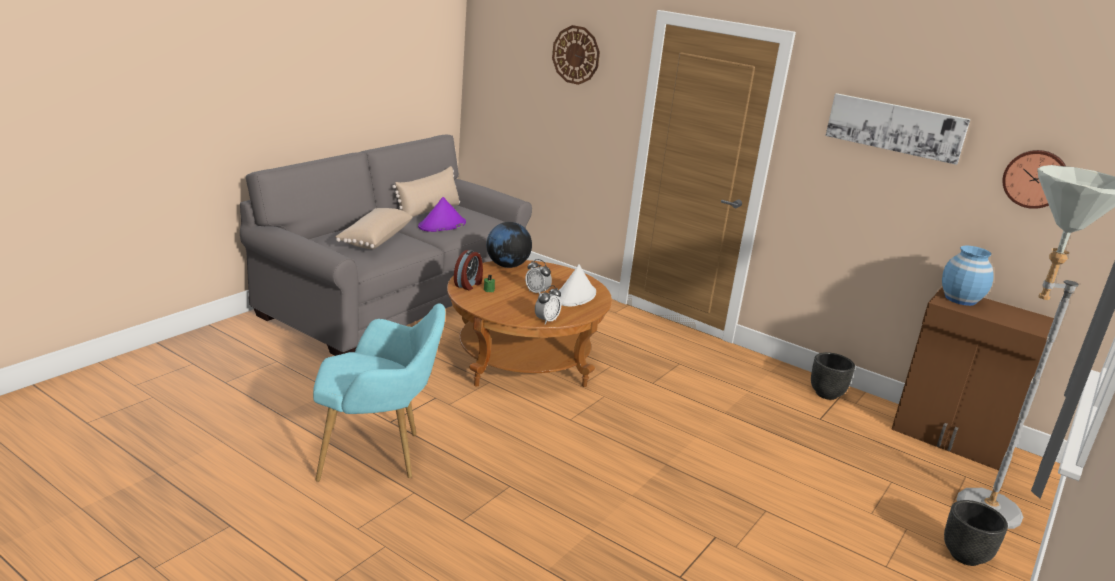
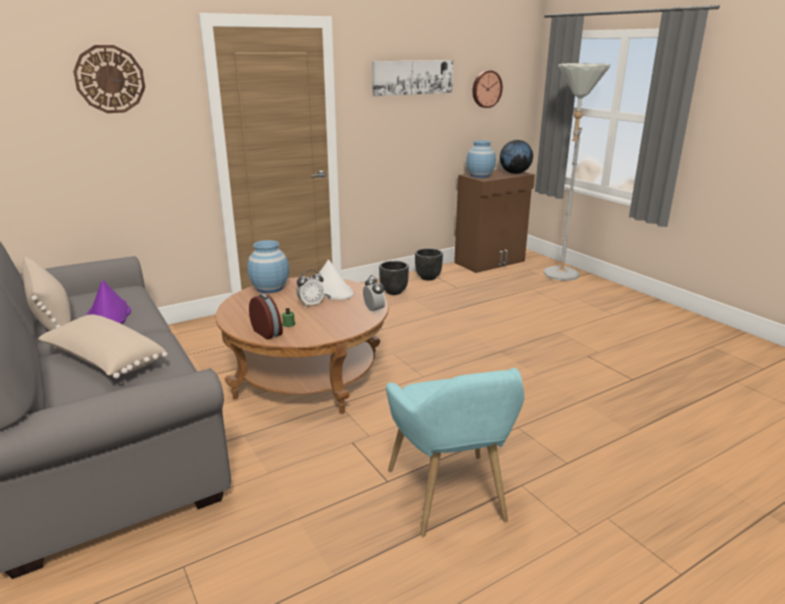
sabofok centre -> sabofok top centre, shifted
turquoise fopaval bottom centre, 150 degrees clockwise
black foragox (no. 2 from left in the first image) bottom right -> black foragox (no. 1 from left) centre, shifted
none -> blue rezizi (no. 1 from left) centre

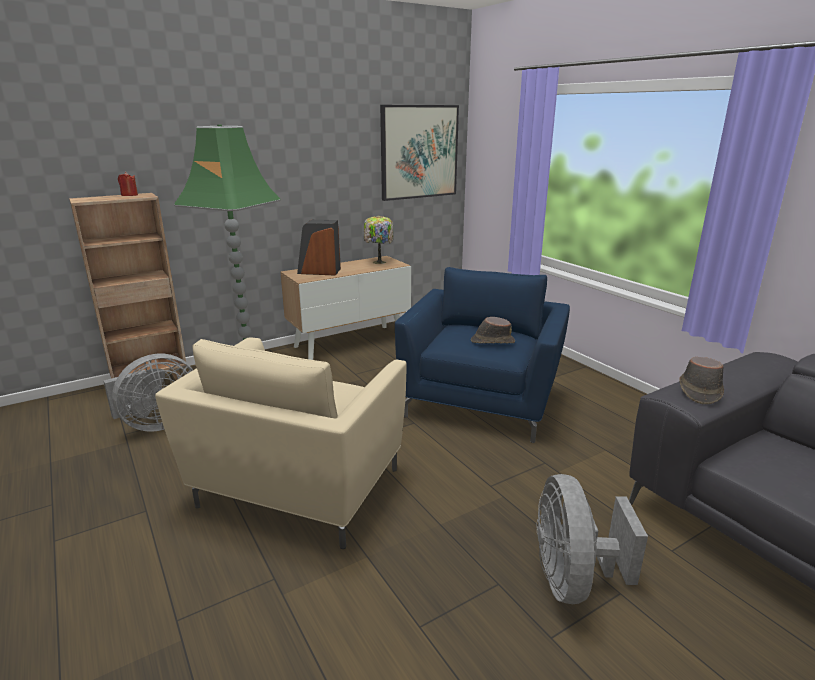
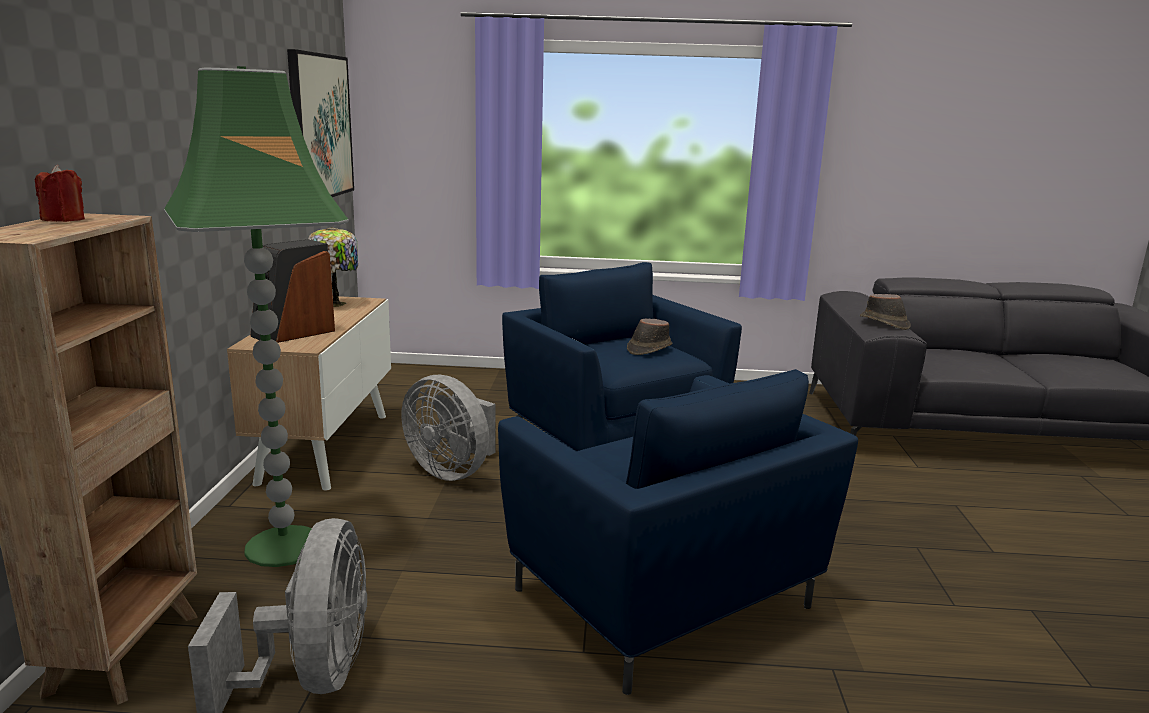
beige fopaval centre -> blue fopaval (no. 2 from left) bottom centre
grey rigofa (no. 2 from left) bottom right -> grey rigofa (no. 2 from left) centre, shifted

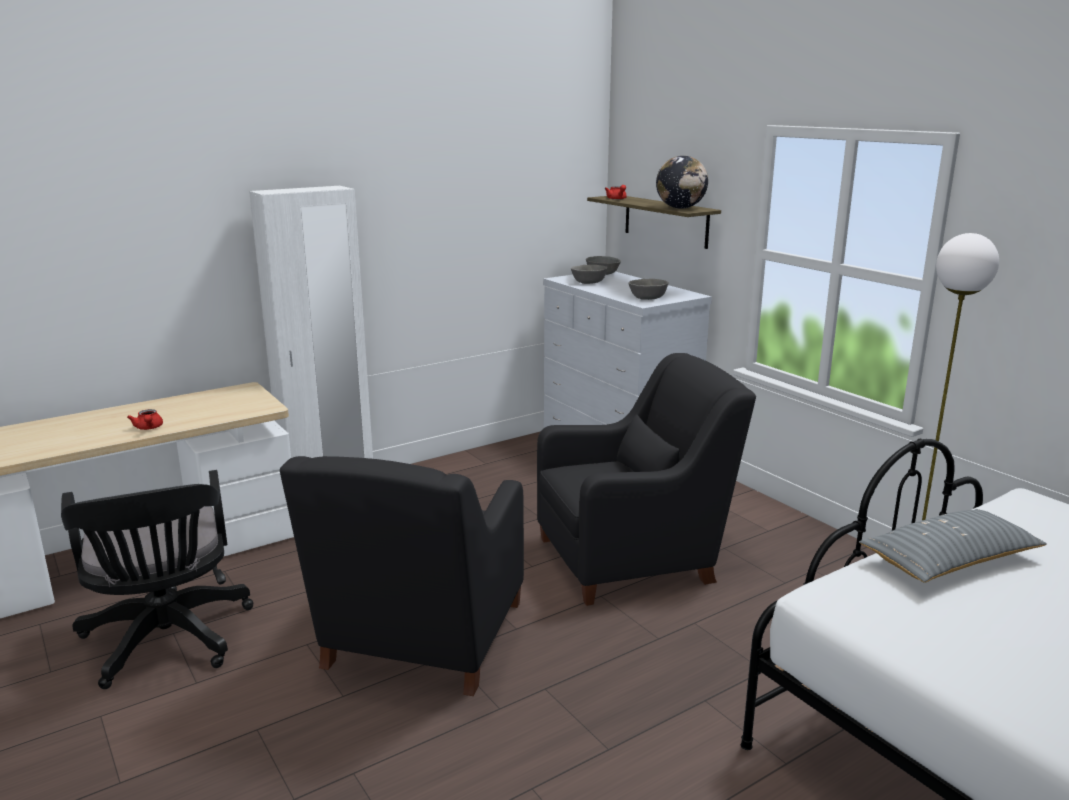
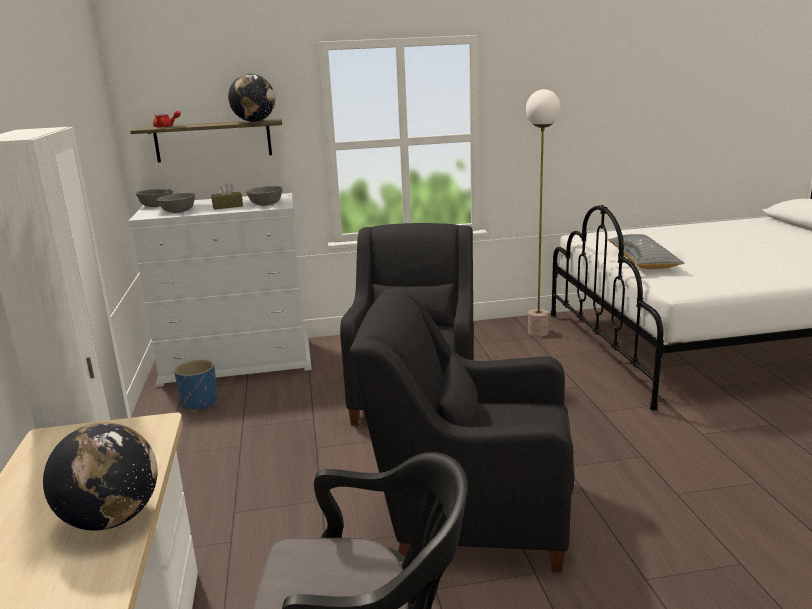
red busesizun (no. 1 from left) middle left -> sabofok (no. 1 from left) bottom left
black fopaval (no. 1 from left in the first image) bottom centre -> black fopaval (no. 2 from left) bottom centre, 150 degrees clockwise
none -> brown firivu top left
none -> blue foragox middle left

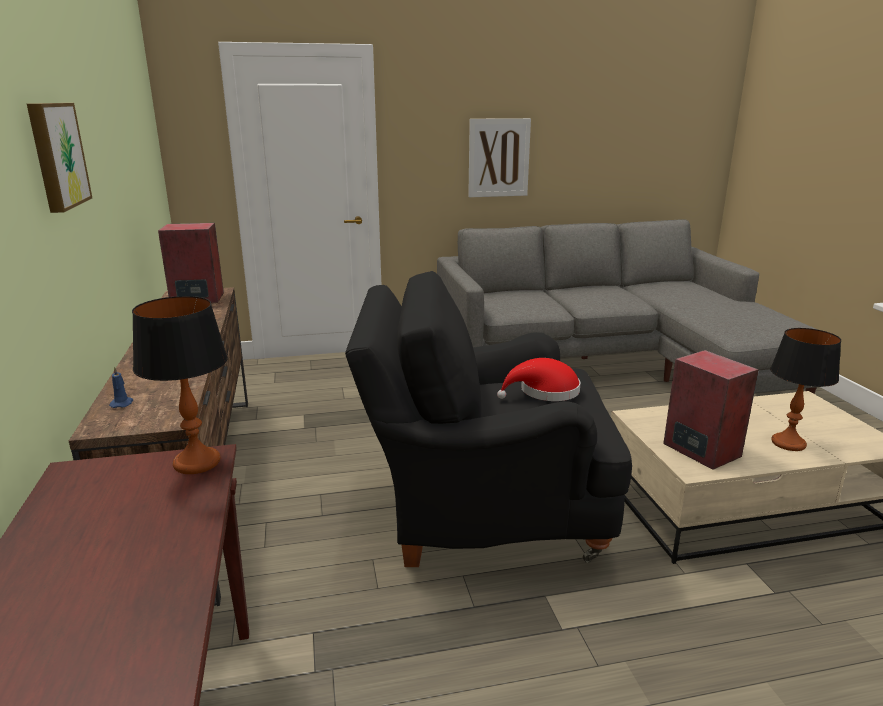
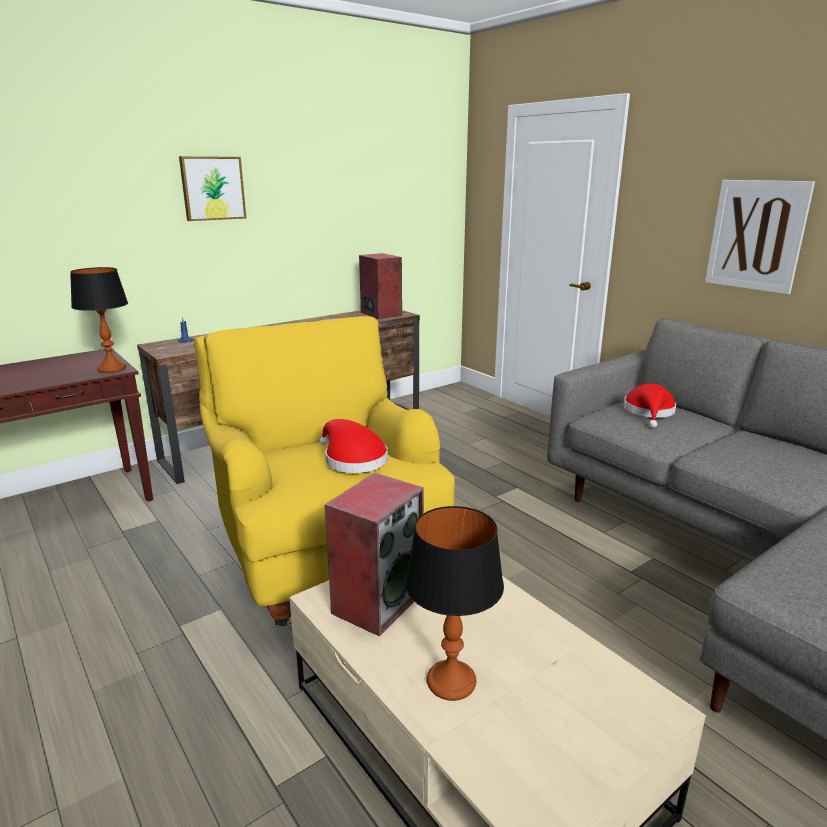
black fopaval centre -> yellow fopaval centre
none -> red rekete (no. 2 from left) middle right

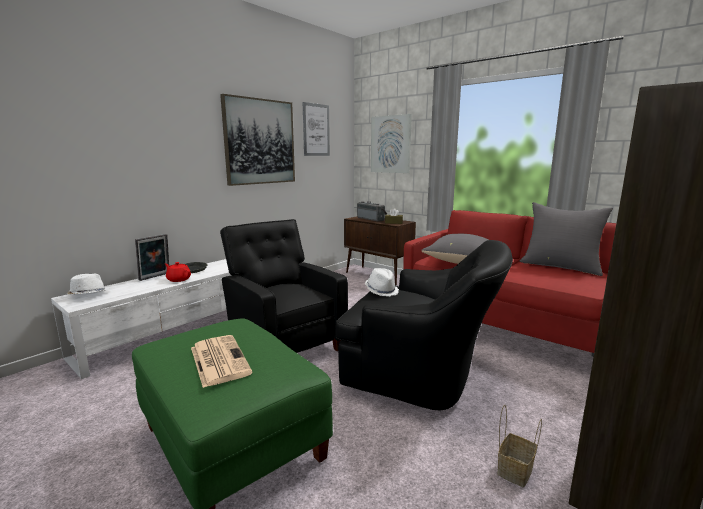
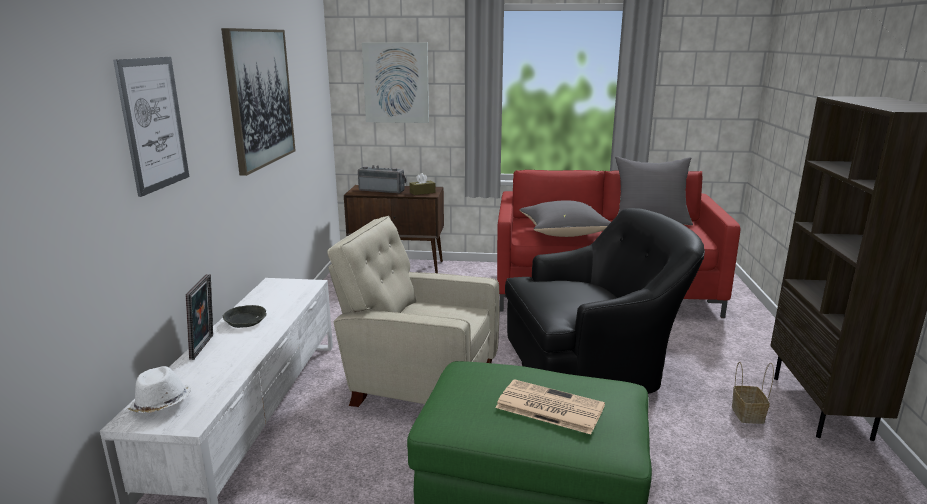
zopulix (no. 2 from left in the first image) top centre -> zopulix (no. 1 from left) top left, shifted
black fopaval (no. 1 from left) centre -> beige fopaval centre
red busesizun middle left -> none
white rekete (no. 2 from left) centre -> none

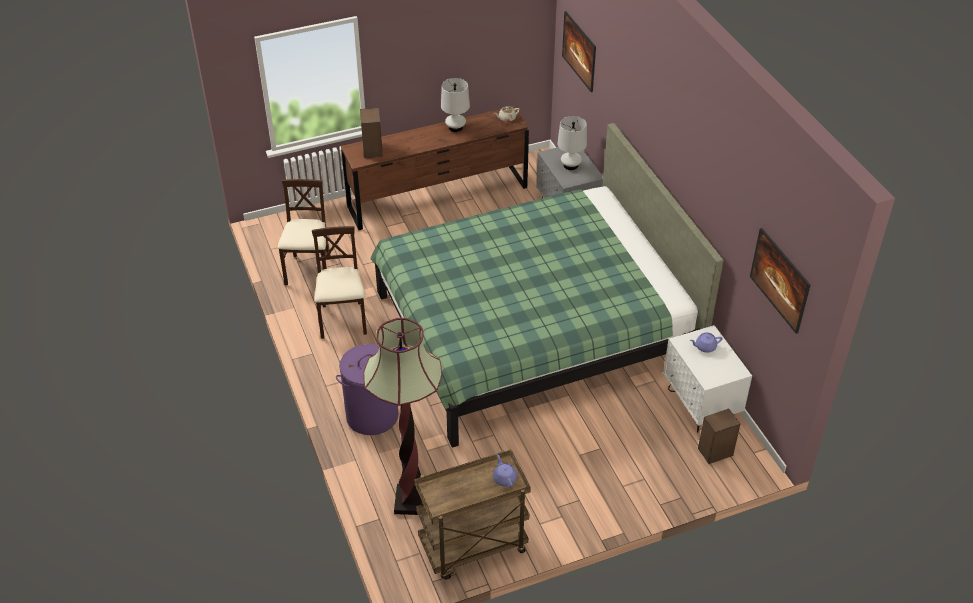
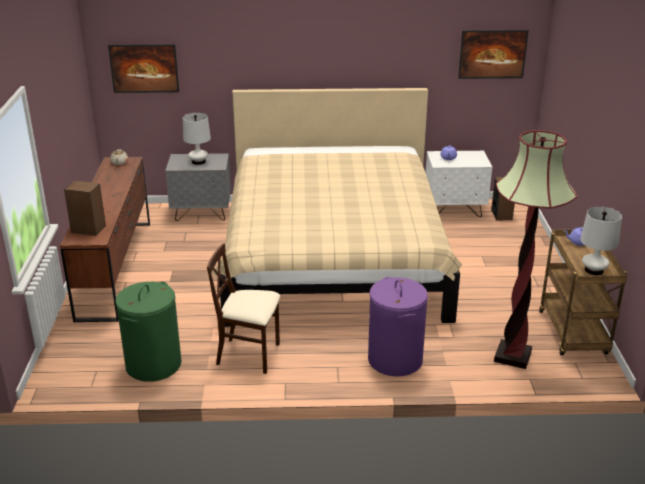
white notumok (no. 1 from left in the first image) top centre -> white notumok (no. 2 from left) middle right, shifted
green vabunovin centre -> beige vabunovin centre
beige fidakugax (no. 1 from left) middle left -> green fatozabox bottom left

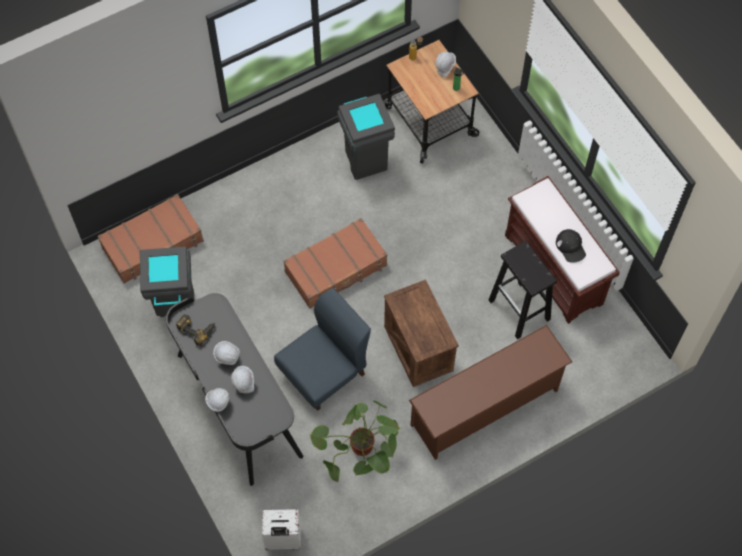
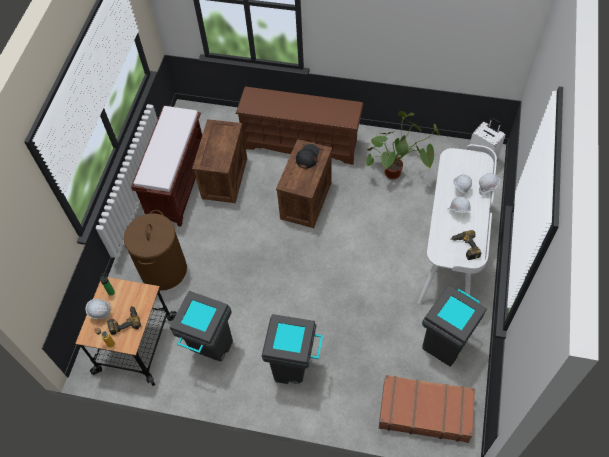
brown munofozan (no. 2 from left) centre -> none
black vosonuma middle right -> black vosonuma centre, shifted
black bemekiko middle right -> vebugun (no. 1 from left) centre
blue fidakugax centre -> none
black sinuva bottom left -> white sinuva middle right
none -> brown fatozabox middle left
none -> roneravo (no. 1 from left) bottom left
none -> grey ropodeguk (no. 2 from left) bottom centre

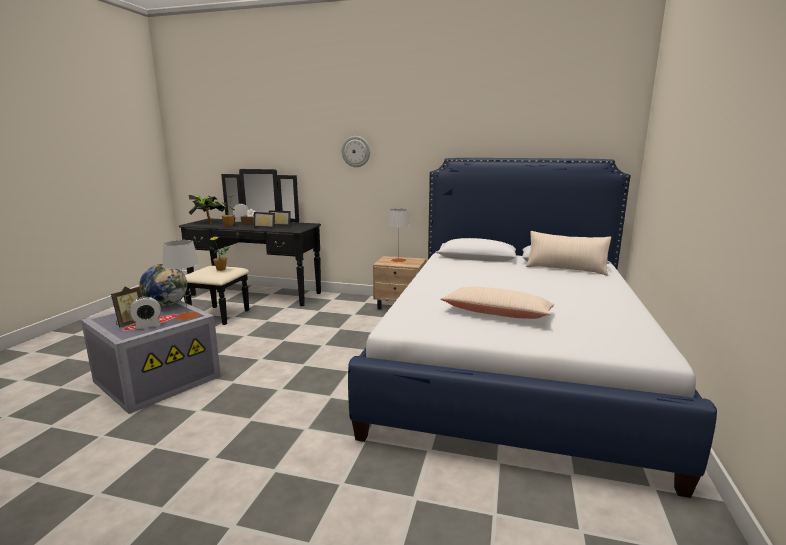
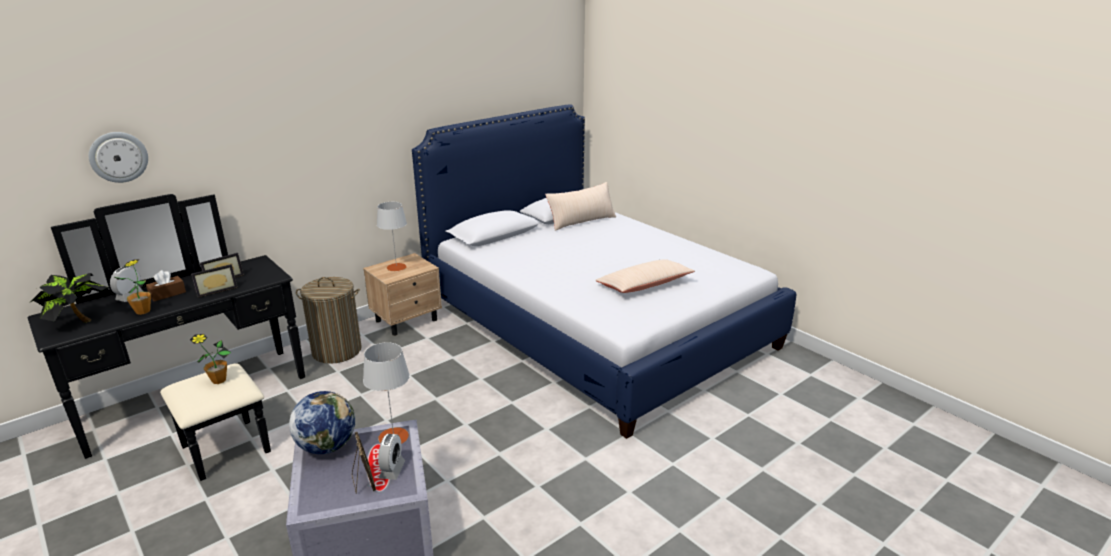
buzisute top centre -> buzisute top left, shifted
none -> fatozabox middle left

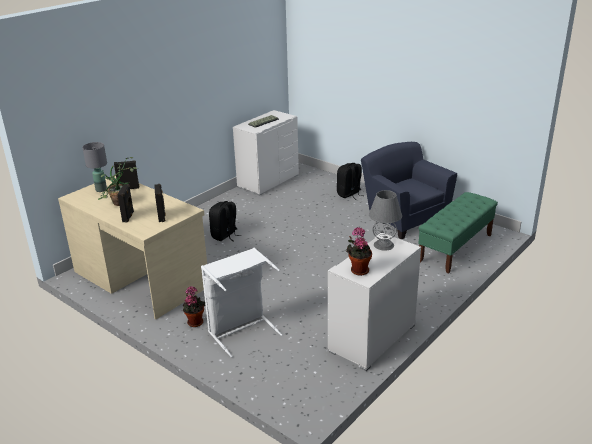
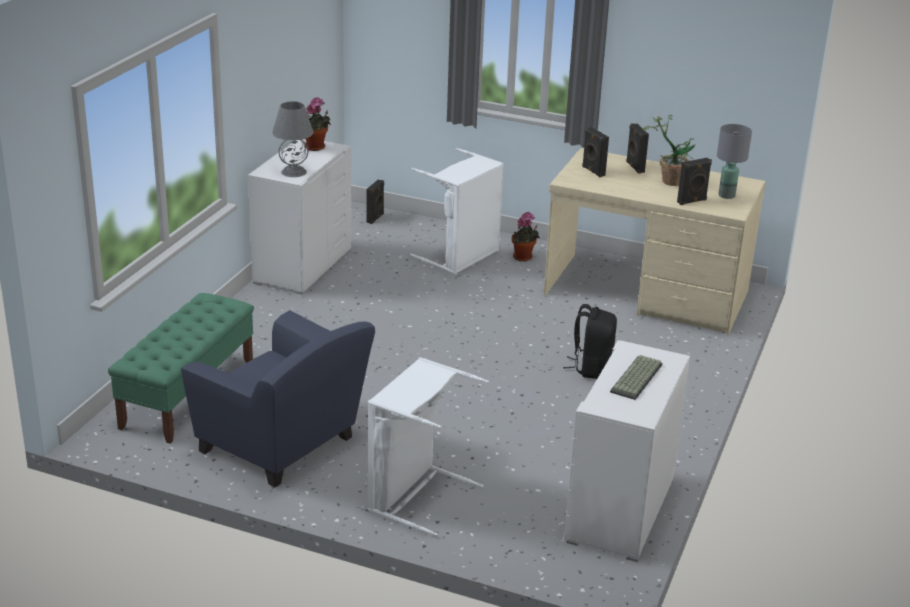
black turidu (no. 2 from left) centre -> white fatozabox (no. 1 from left) bottom centre
none -> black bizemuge (no. 1 from left) top centre

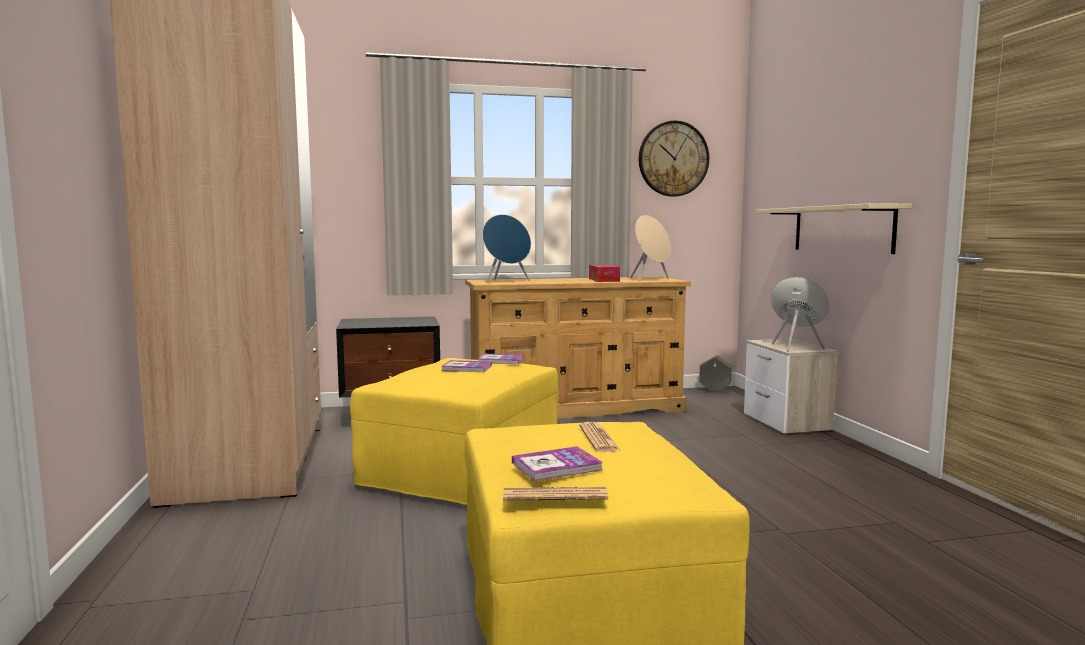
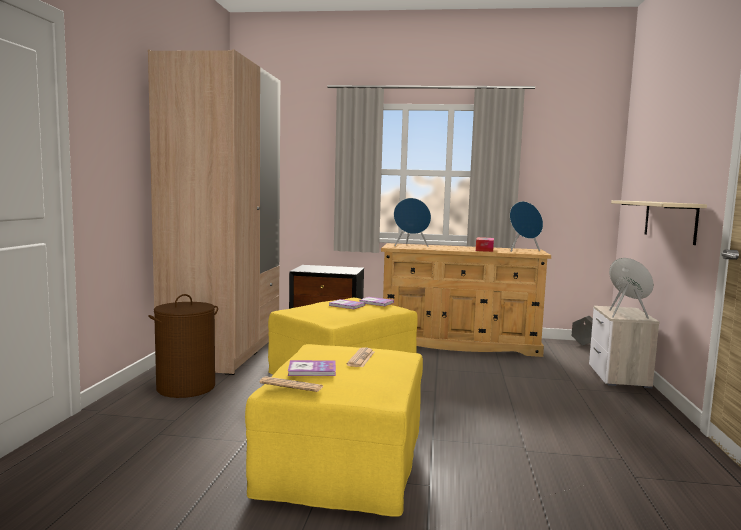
buzisute top centre -> none
beige bizemuge centre -> blue bizemuge (no. 2 from left) middle right
none -> brown fatozabox middle left

